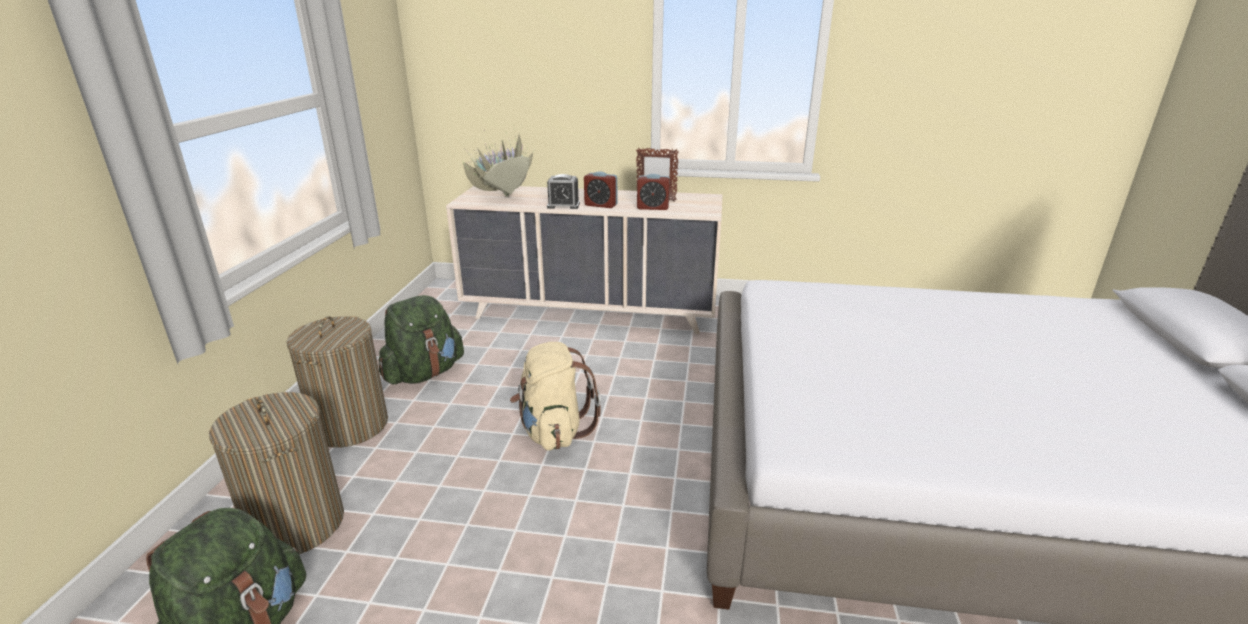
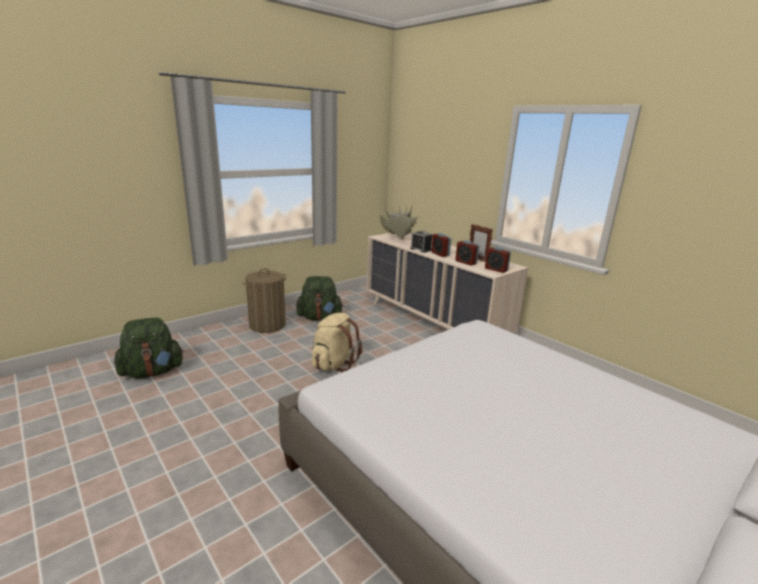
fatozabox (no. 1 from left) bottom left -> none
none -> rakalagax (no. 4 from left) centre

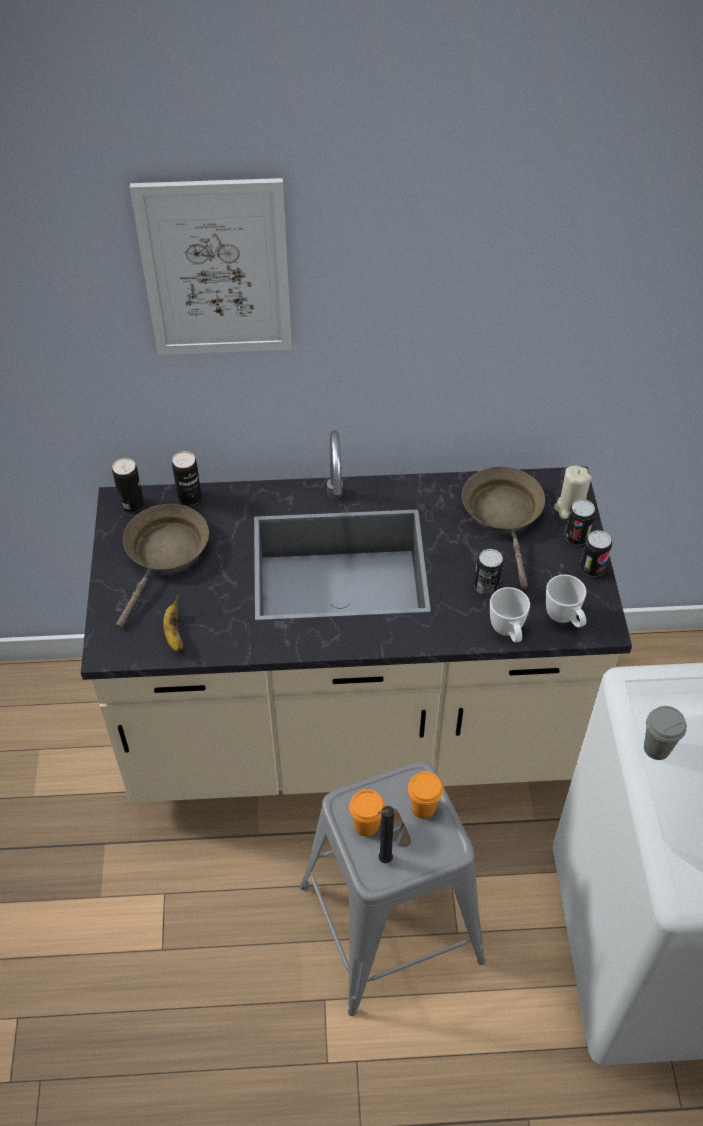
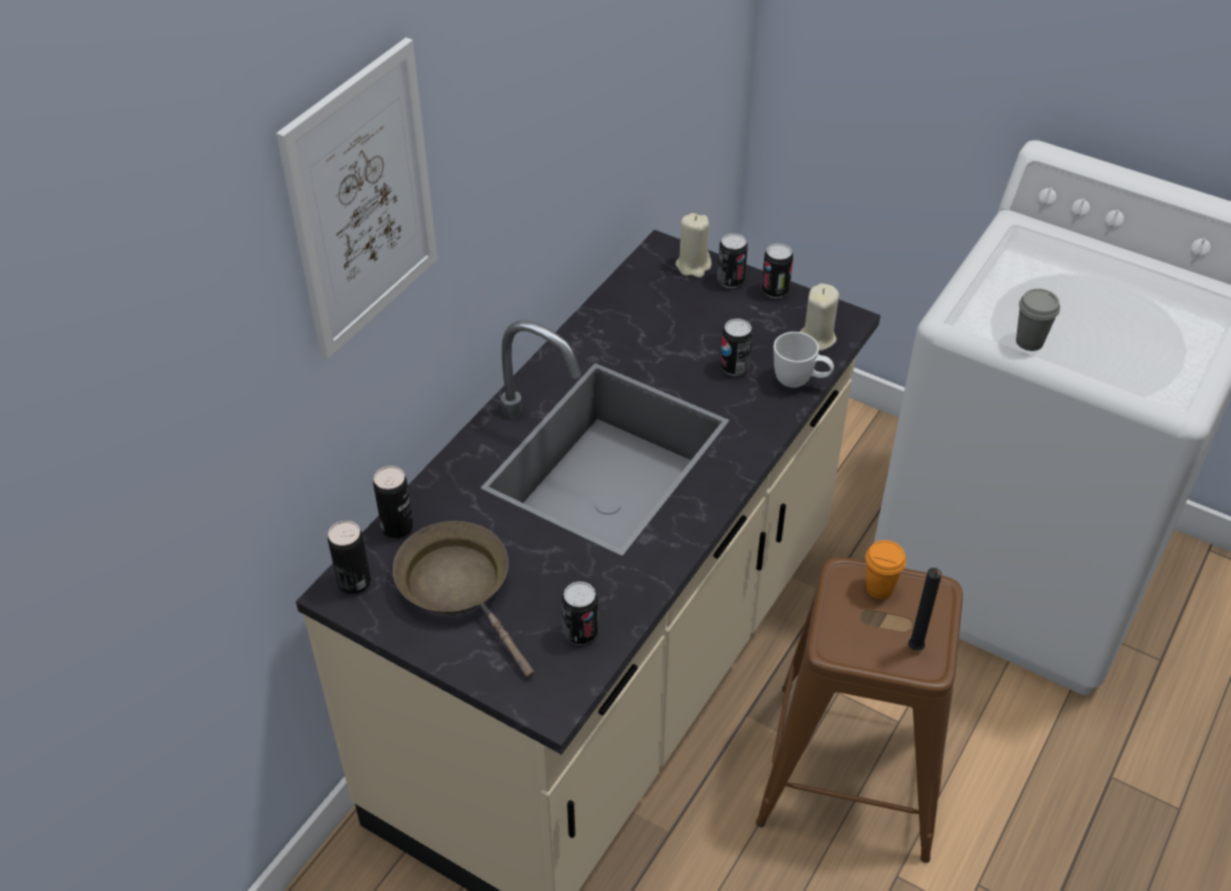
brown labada (no. 2 from left) middle right -> none
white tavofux (no. 2 from left) middle right -> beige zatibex (no. 2 from left) centre
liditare middle left -> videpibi (no. 3 from left) bottom centre
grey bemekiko bottom centre -> brown bemekiko bottom right
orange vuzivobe (no. 1 from left) bottom centre -> none

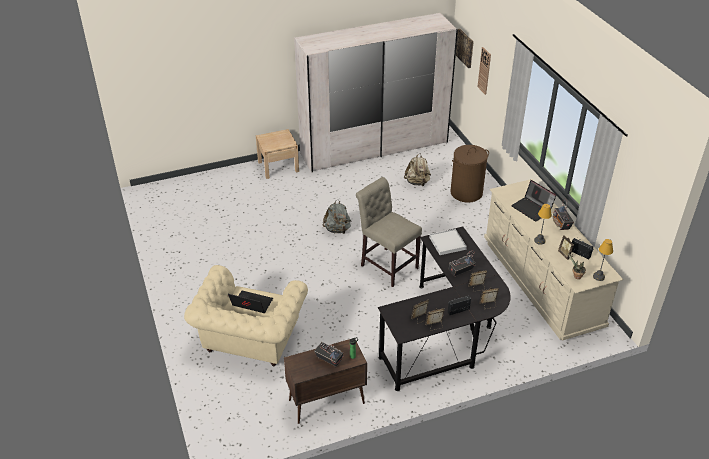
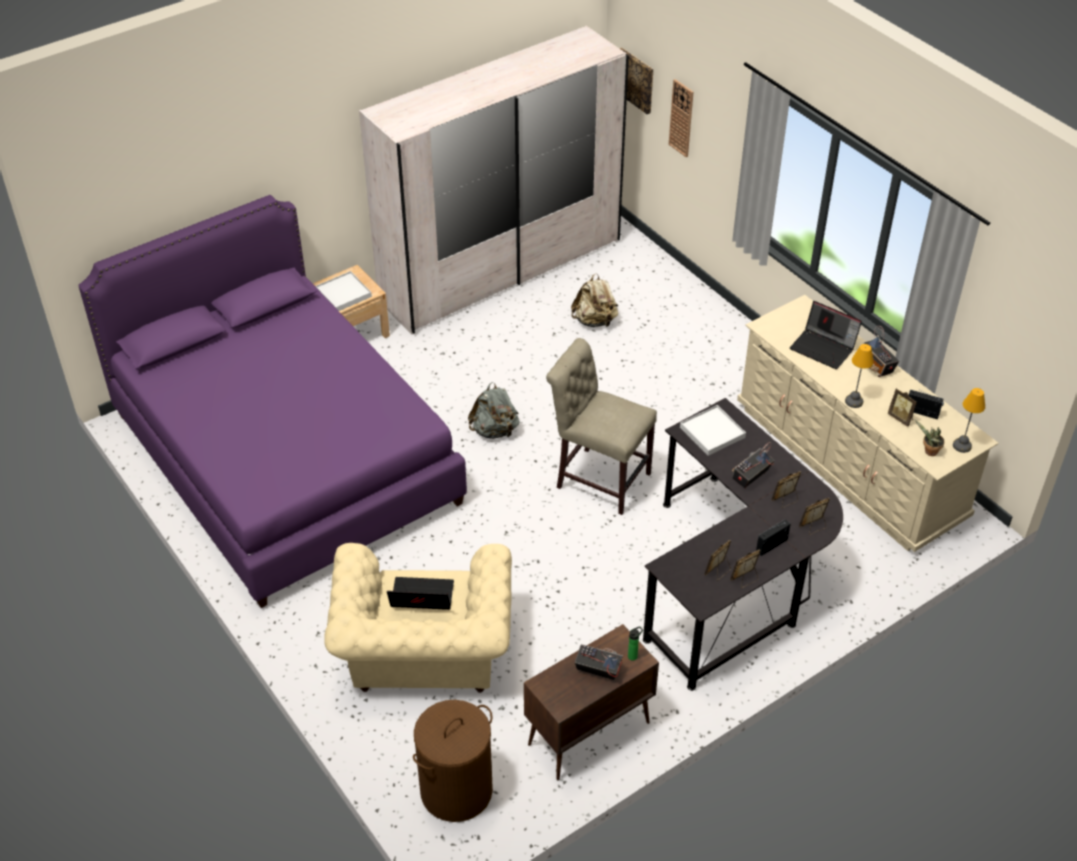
brown fatozabox centre -> brown fatozabox bottom centre, shifted
none -> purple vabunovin middle left
none -> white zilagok (no. 1 from left) middle left

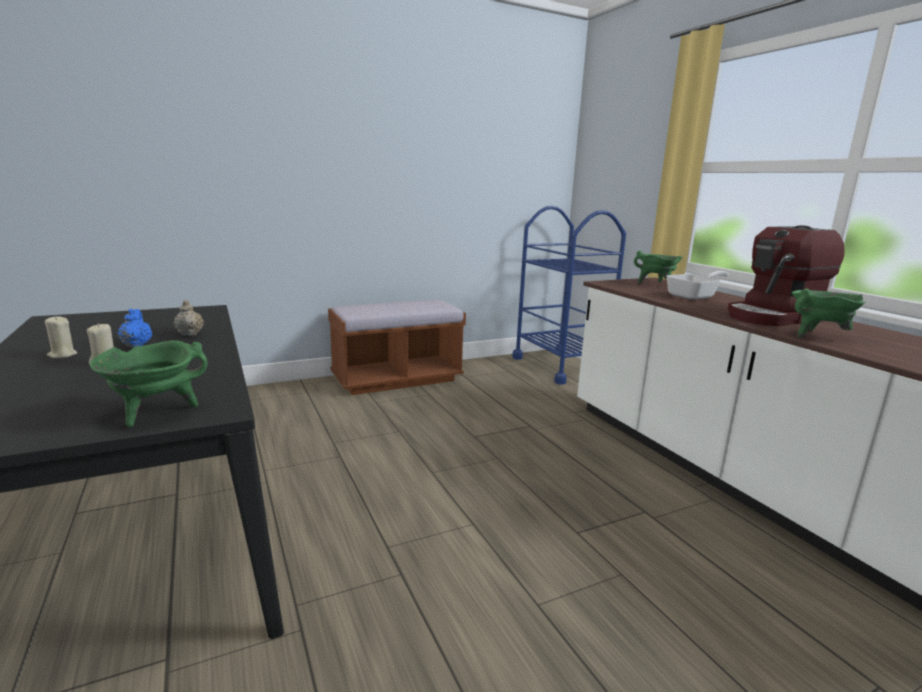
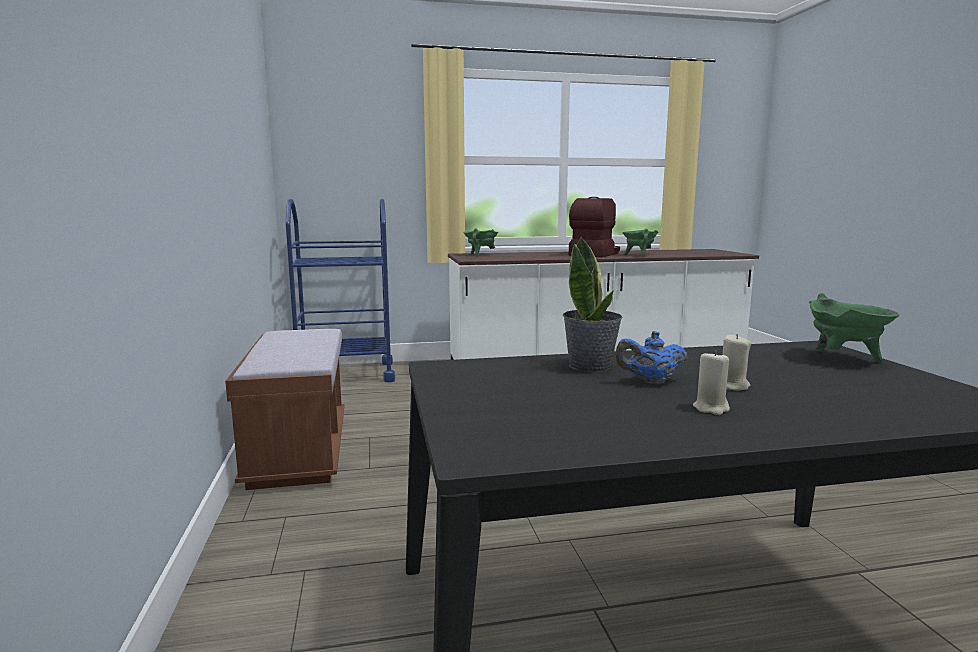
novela middle right -> novela centre, 135 degrees counterclockwise
labada middle right -> none
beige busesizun middle left -> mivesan centre

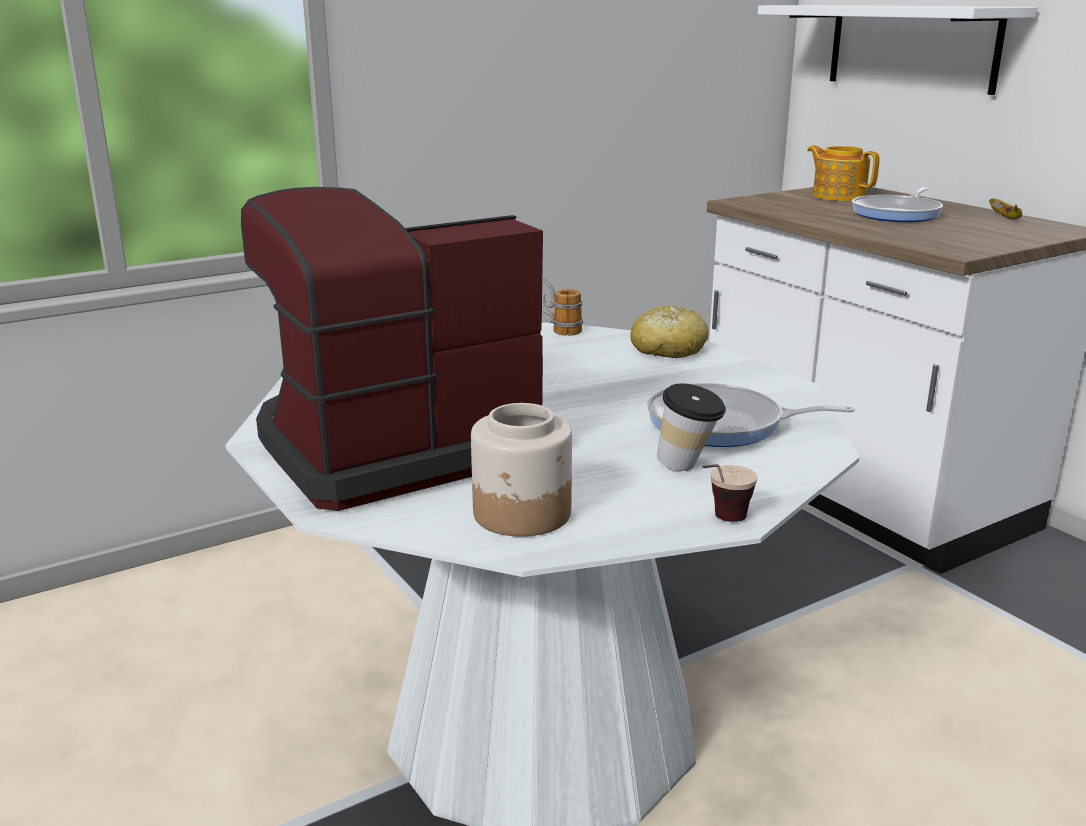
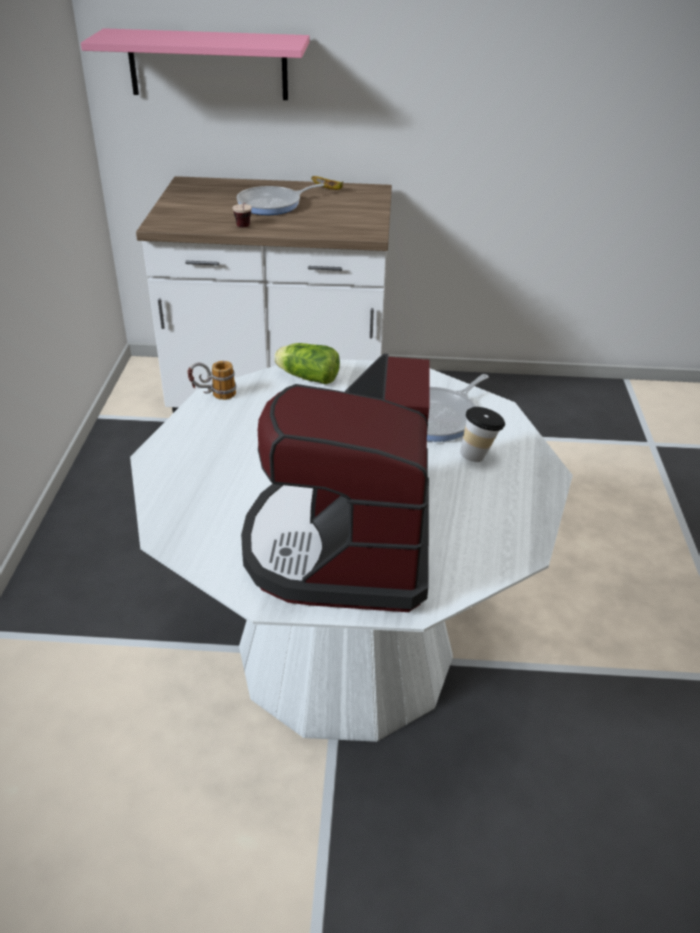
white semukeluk top right -> pink semukeluk top left
busesizun top right -> none
labada (no. 2 from left in the first image) top right -> labada (no. 1 from left) top centre, 75 degrees clockwise
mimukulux centre -> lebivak centre
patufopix centre -> none
vuzivobe (no. 2 from left in the first image) middle right -> vuzivobe (no. 1 from left) top centre, shifted

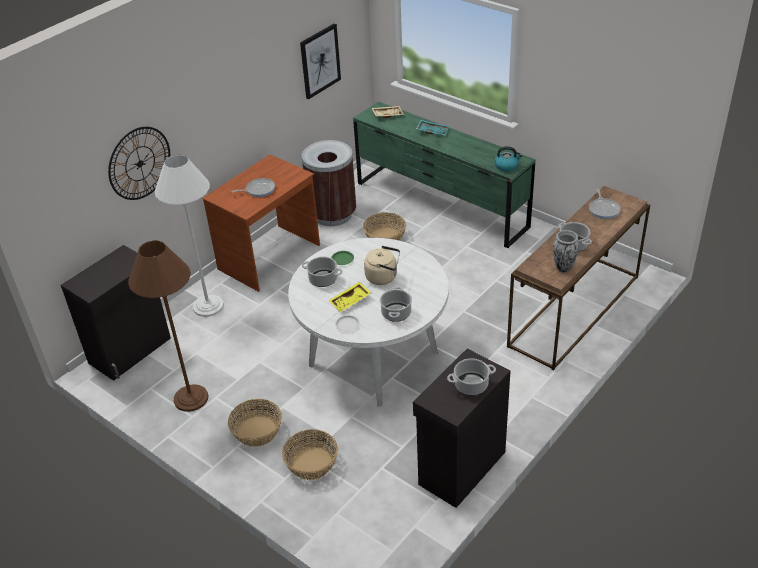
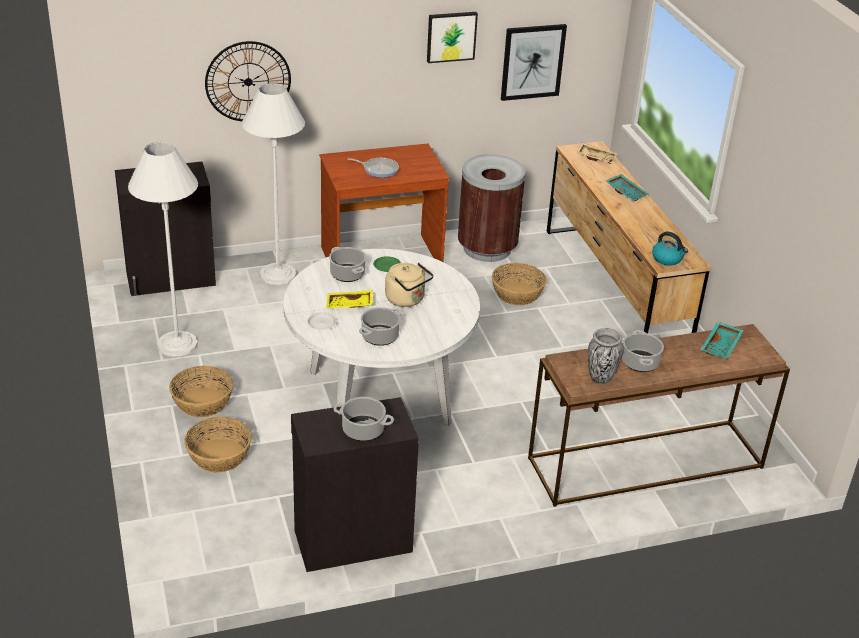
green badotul top centre -> brown badotul middle right
labada (no. 2 from left) middle right -> turquoise zilagok (no. 2 from left) middle right
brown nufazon middle left -> white nufazon (no. 1 from left) middle left
none -> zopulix (no. 1 from left) top centre

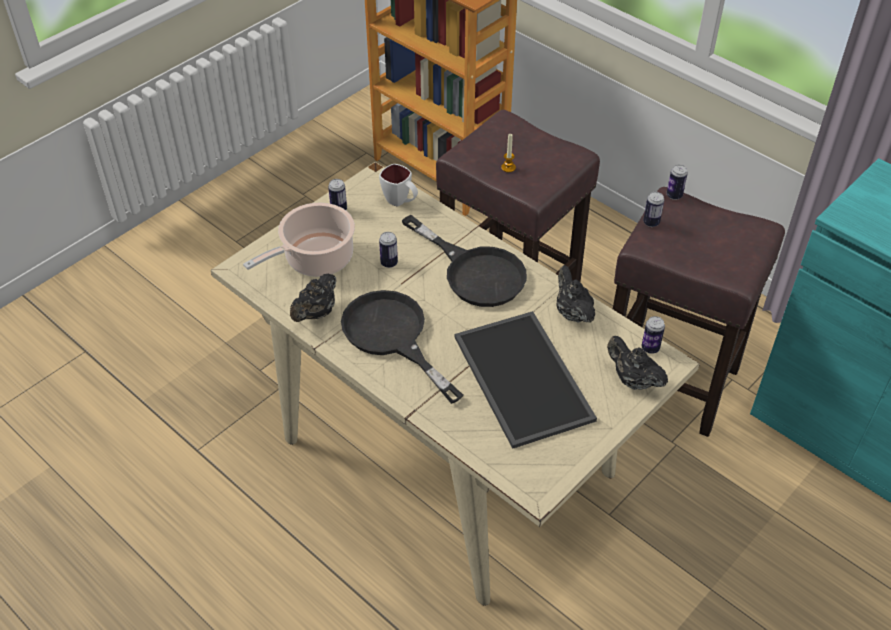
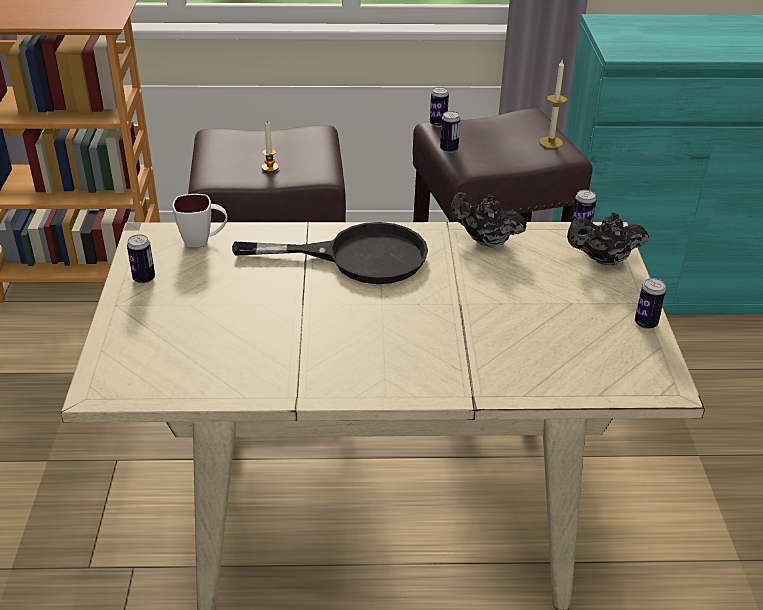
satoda centre -> none
videpibi (no. 2 from left in the first image) centre -> videpibi (no. 5 from left) middle right, shifted
black busesizun (no. 1 from left) centre -> none
black labada (no. 1 from left) centre -> none
zilagok centre -> none
none -> zatibex (no. 2 from left) top right

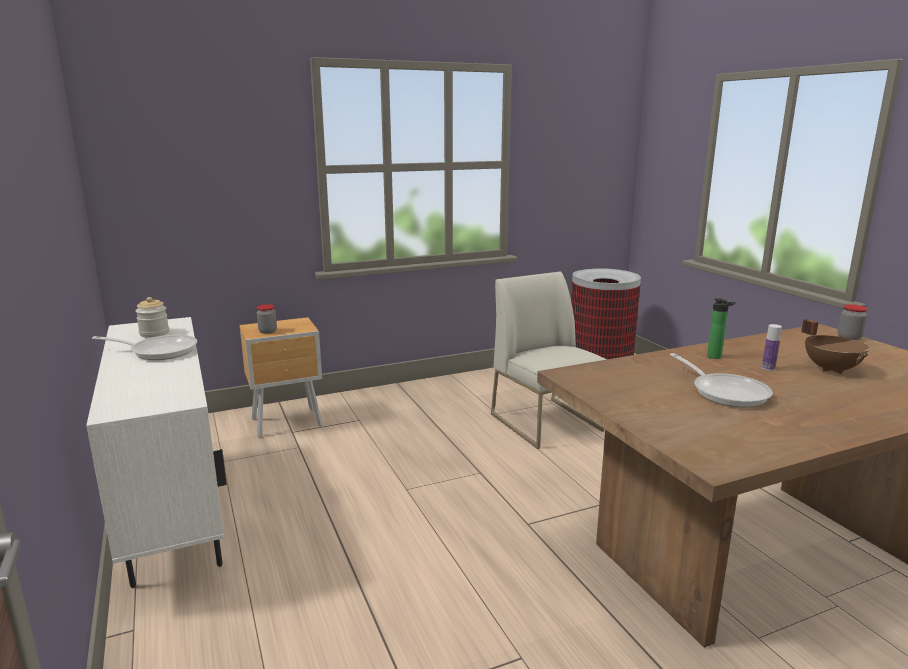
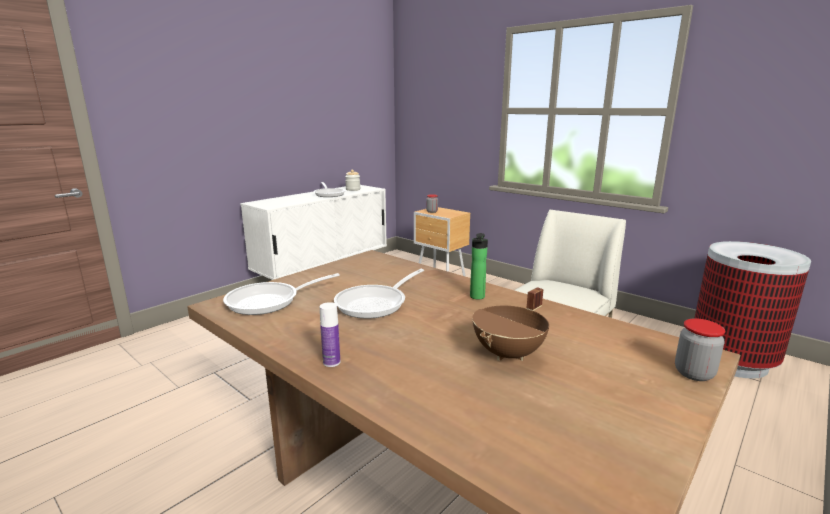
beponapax (no. 2 from left in the first image) middle right -> beponapax (no. 1 from left) centre, shifted
none -> labada (no. 1 from left) centre

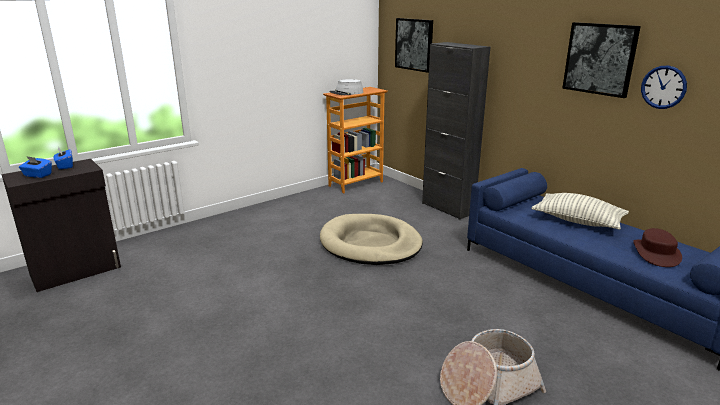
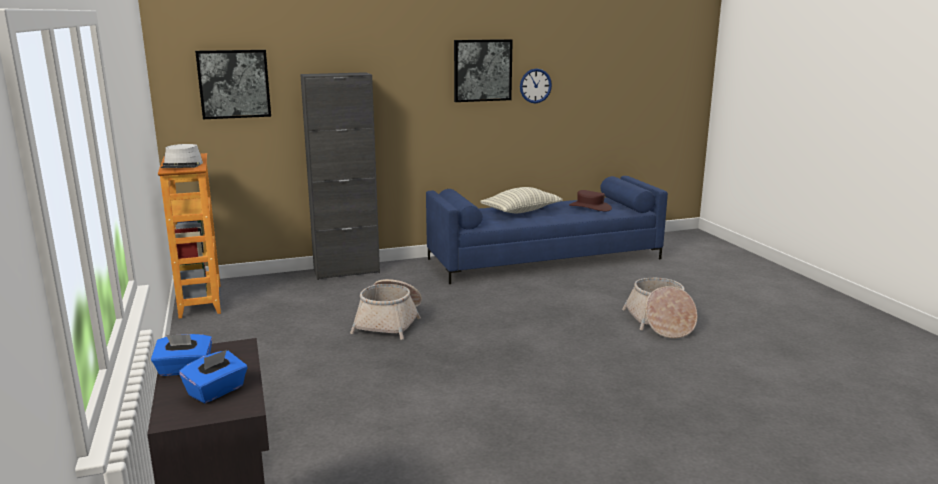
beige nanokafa centre -> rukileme (no. 1 from left) centre

